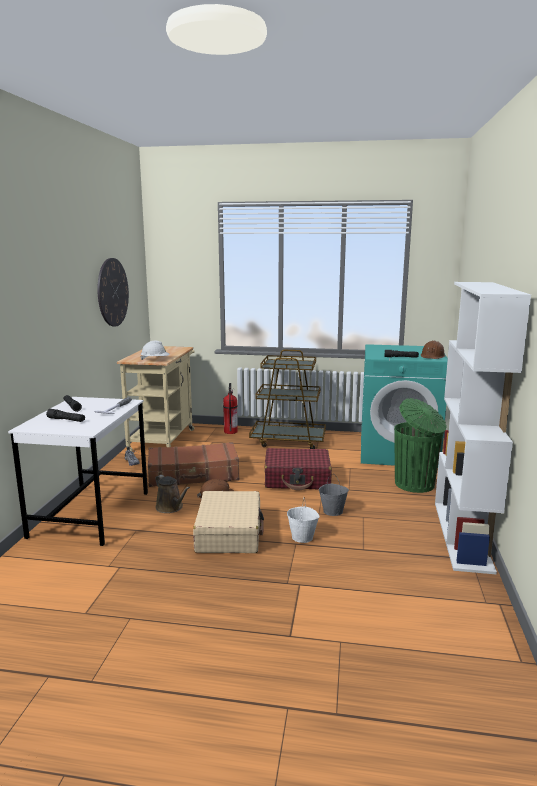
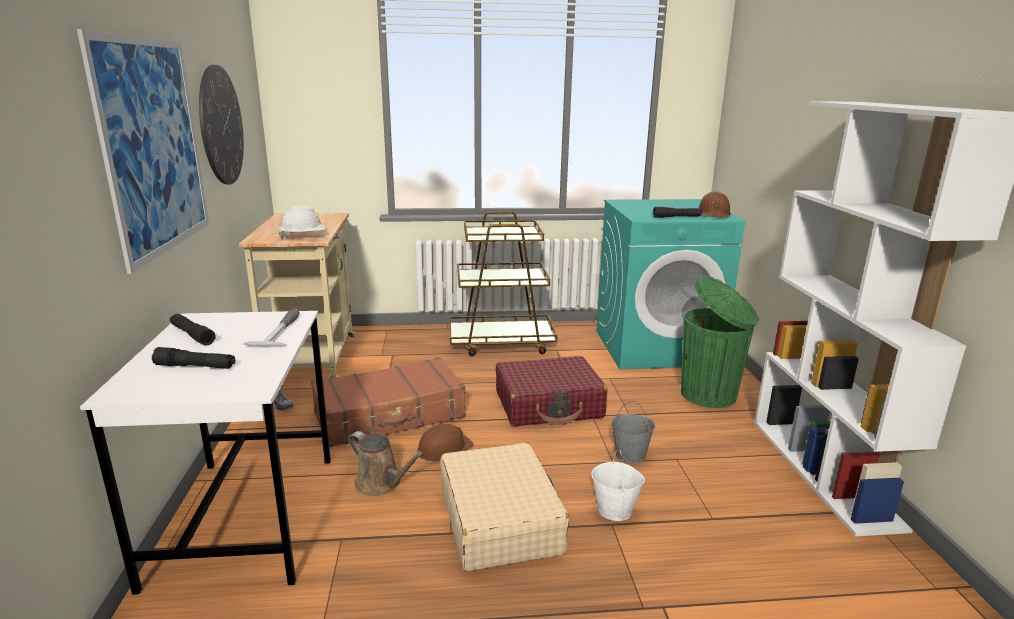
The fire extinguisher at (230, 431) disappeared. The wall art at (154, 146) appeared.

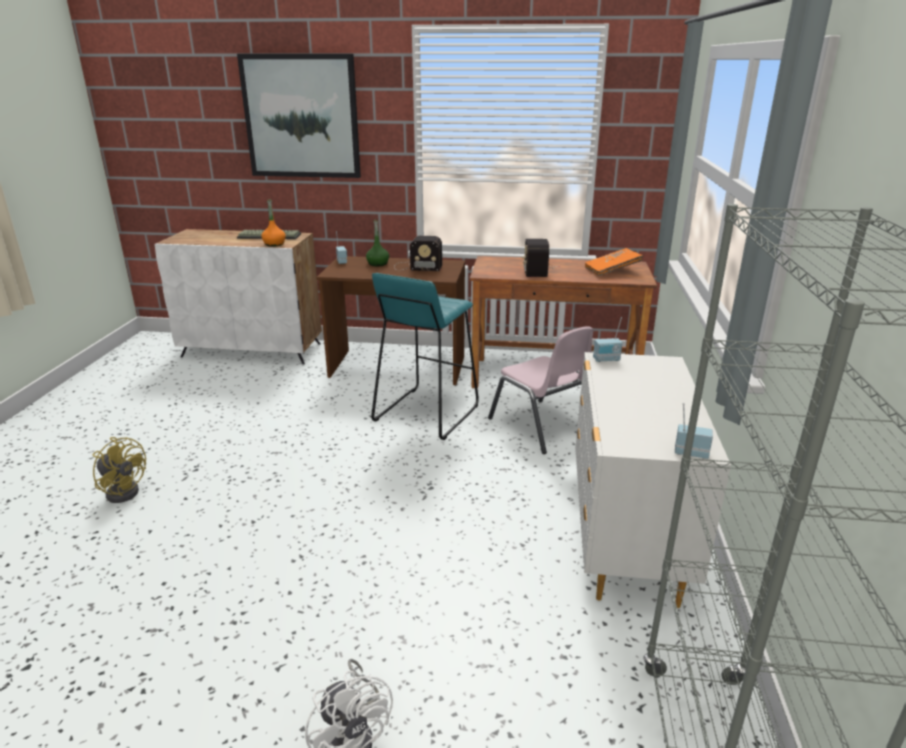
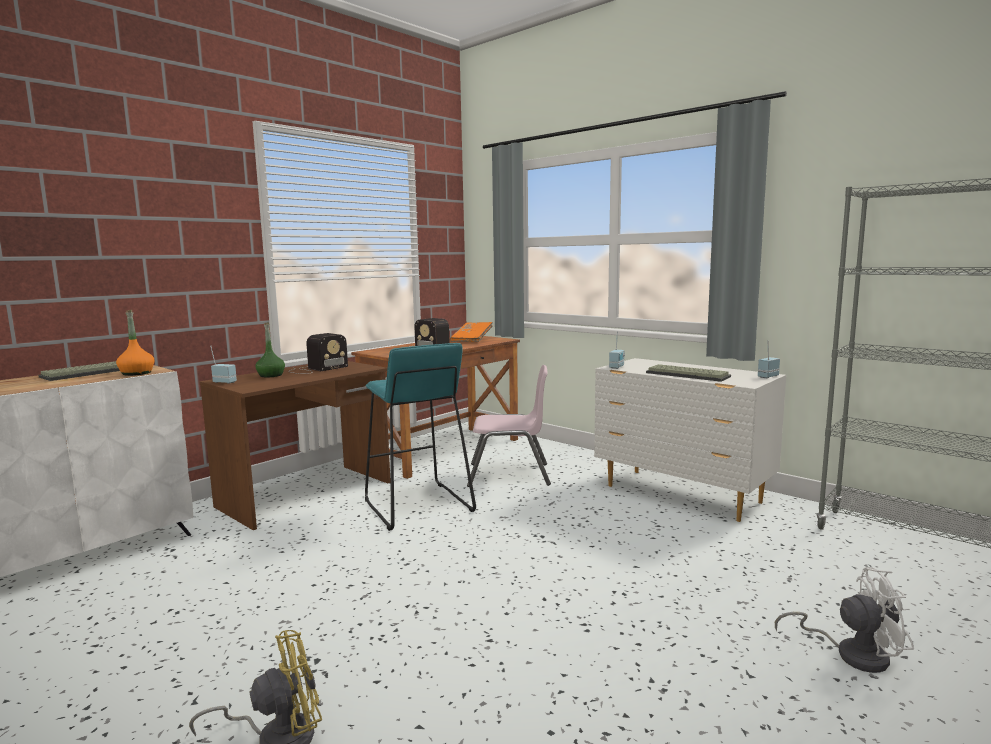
The wall art at (301, 117) disappeared. The PC keyboard at (688, 374) appeared.

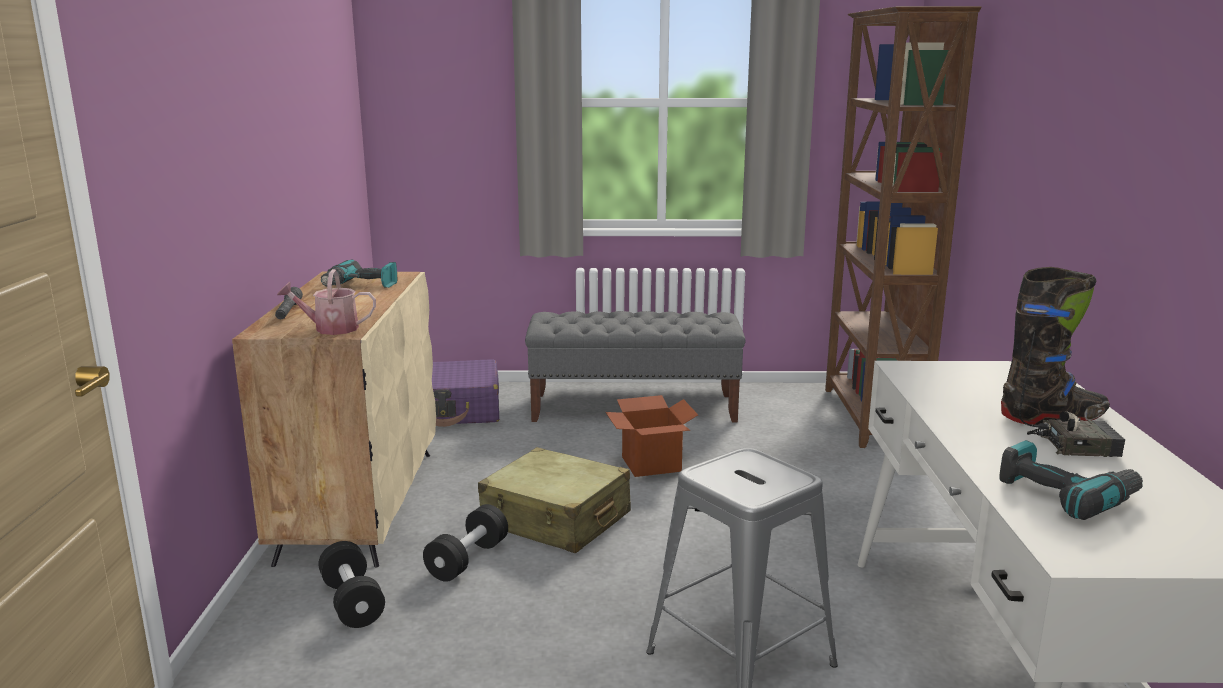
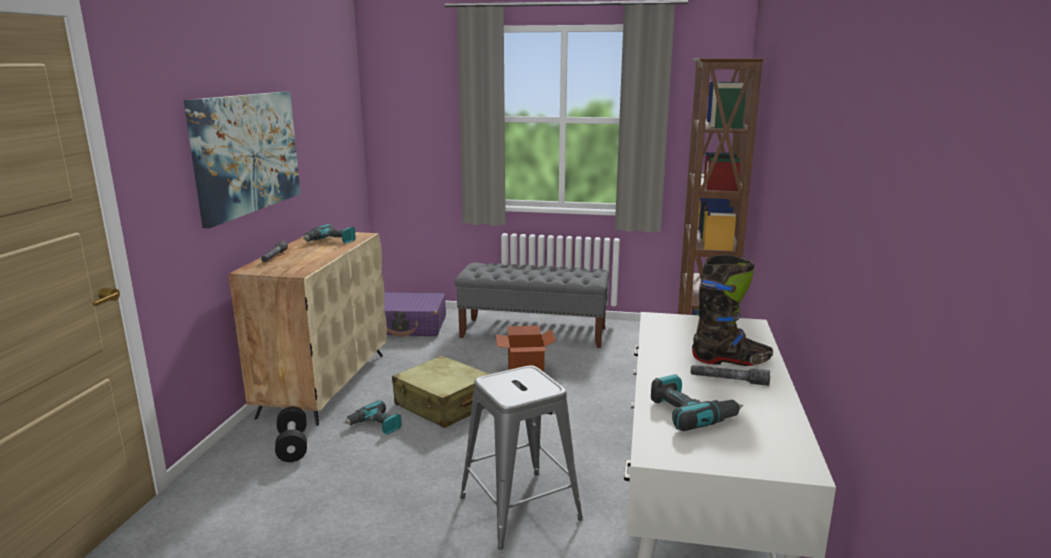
The sprinkling can at (330, 329) disappeared. The radio receiver at (1074, 445) was replaced by the torch (gray) at (728, 380). The dumbbell (black-coloured) at (467, 560) was replaced by the power drill at (375, 426). The wall art at (247, 153) appeared.

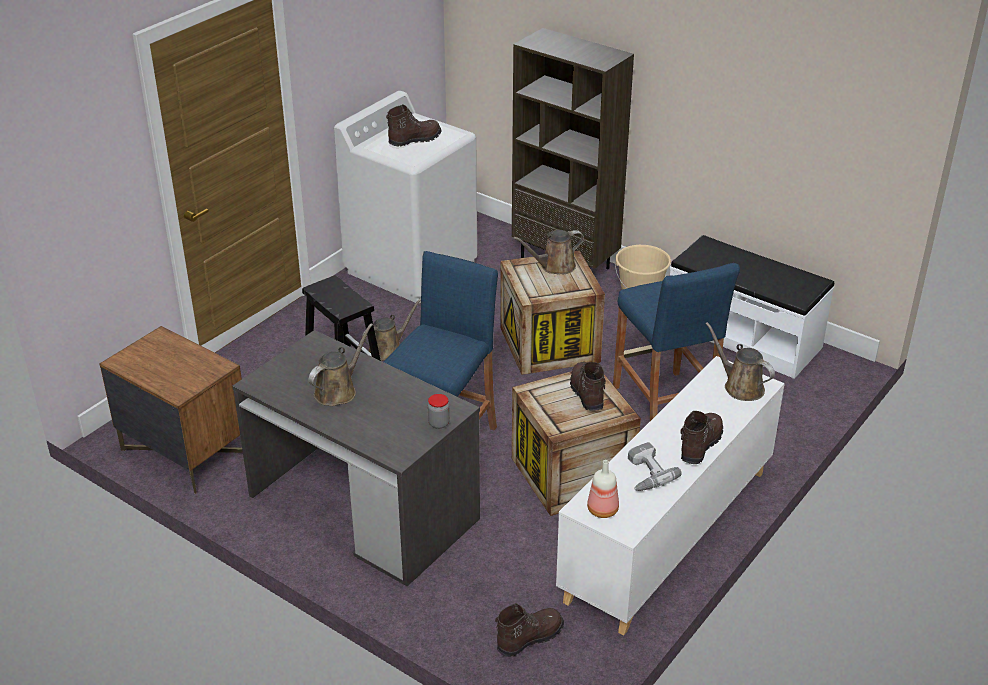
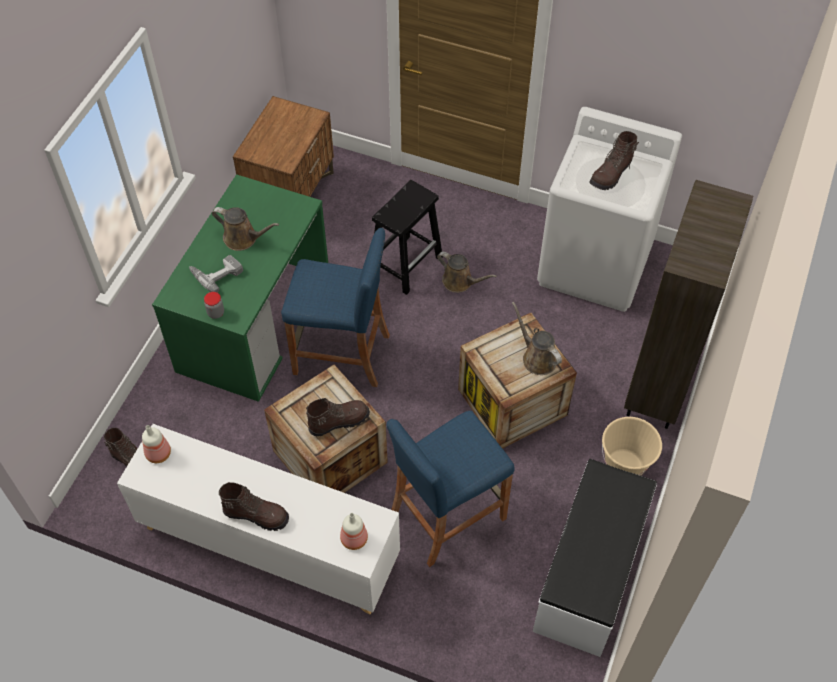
The boot (brown) at (414, 140) turned 90 degrees clockwise. The sprinkling can (brown) at (740, 386) was replaced by the bottle at (353, 539). The desk table (gray) at (362, 508) became the desk table (green) at (253, 321). The power drill moved from (645, 474) to (216, 273).

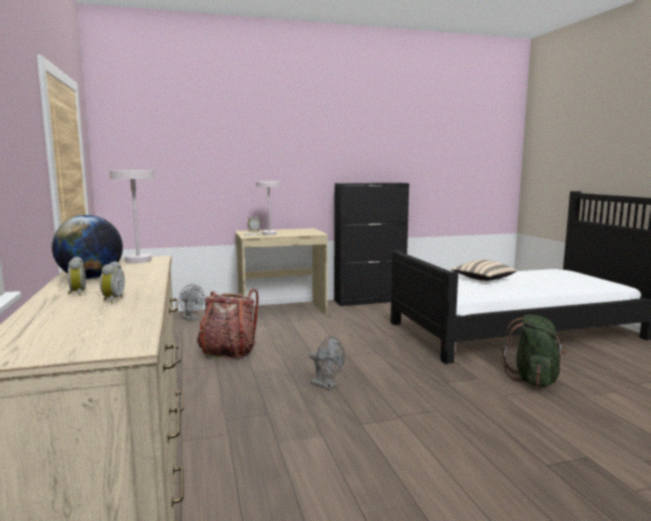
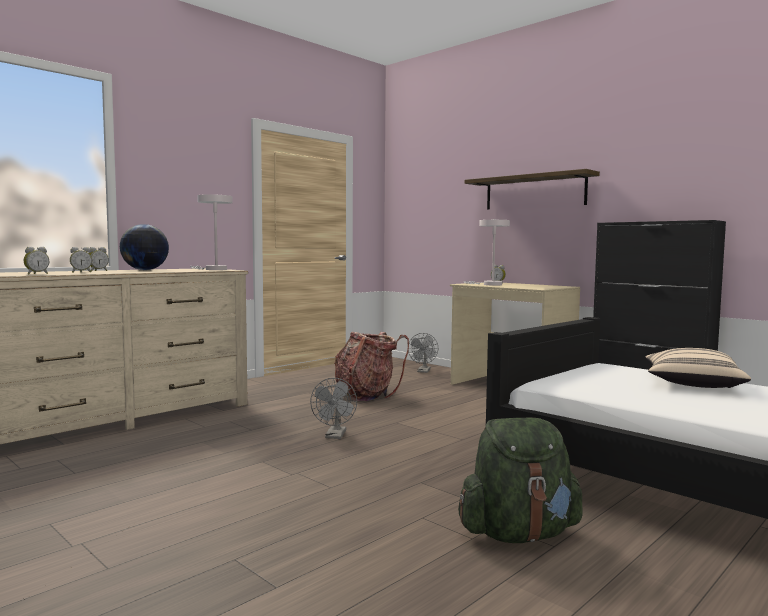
The bracket shelf at (534, 192) appeared. The alarm clock at (36, 274) appeared.

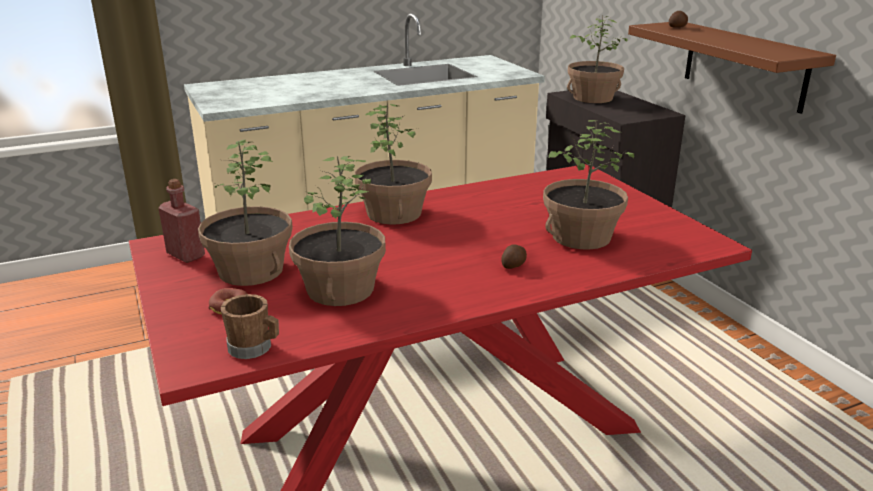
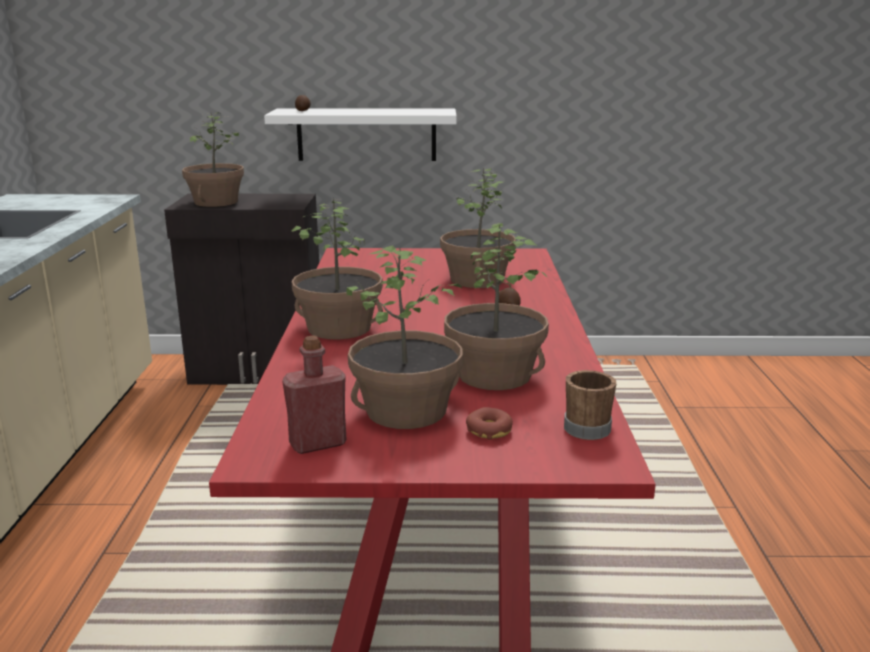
The bracket shelf (brown) at (744, 65) became the bracket shelf (white) at (366, 134).

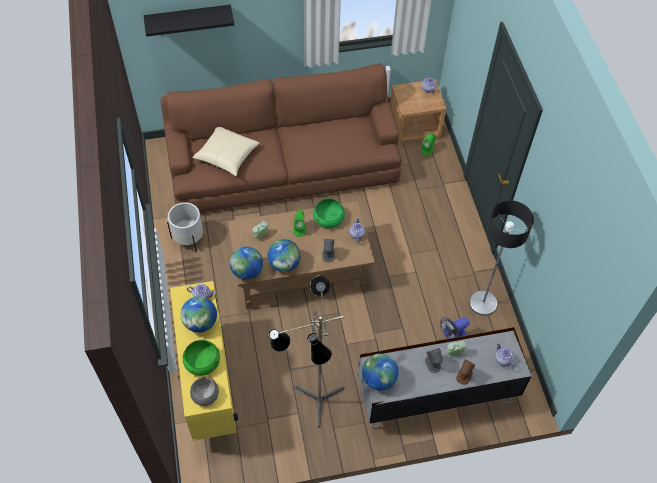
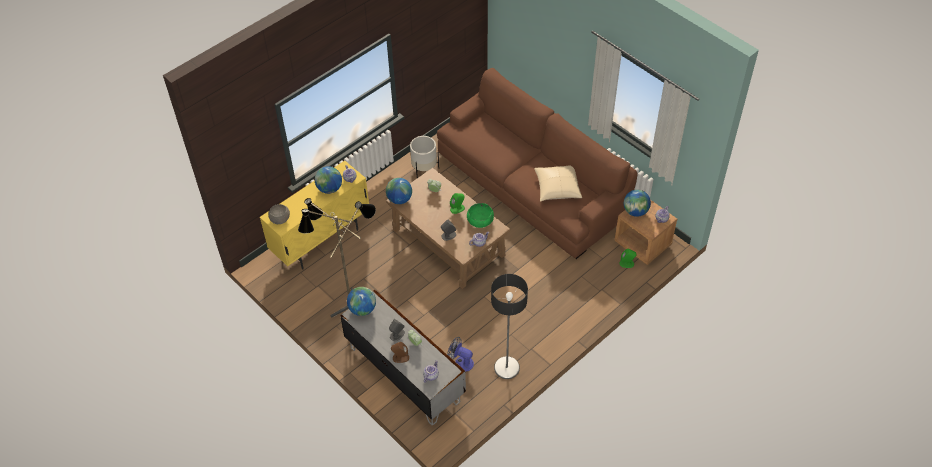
The bracket shelf (black-coloured) at (188, 19) disappeared. The cushion (beige-coloured) moved from (227, 155) to (557, 188). The globe moved from (284, 264) to (635, 211). The serving bowl (green) at (202, 361) disappeared.

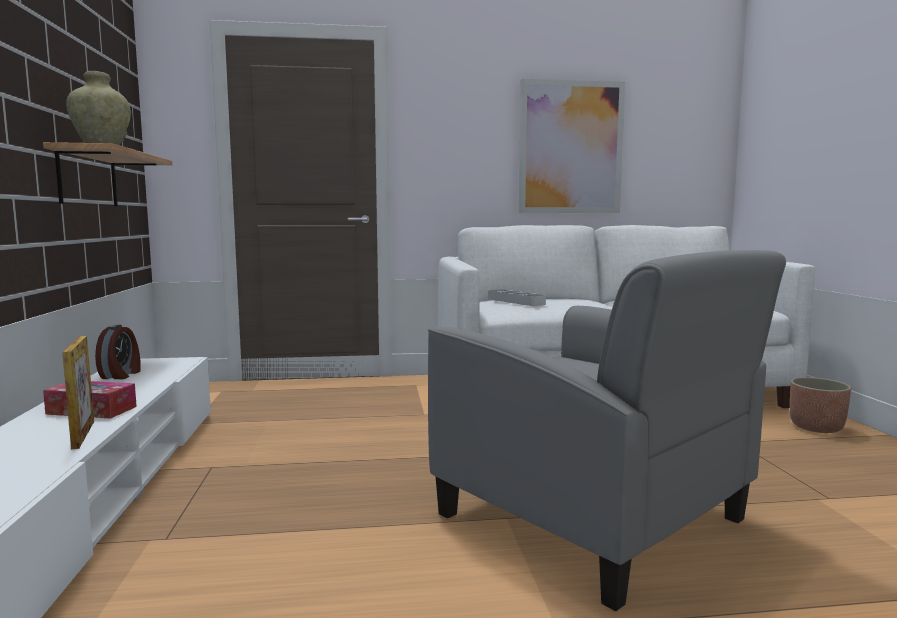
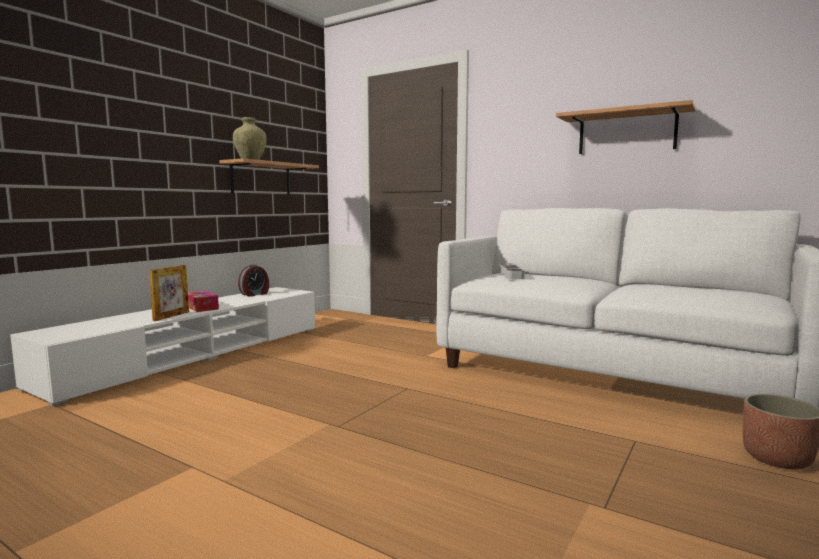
The wall art at (570, 148) was replaced by the bracket shelf at (626, 132). The easy chair (gray) at (594, 518) disappeared.

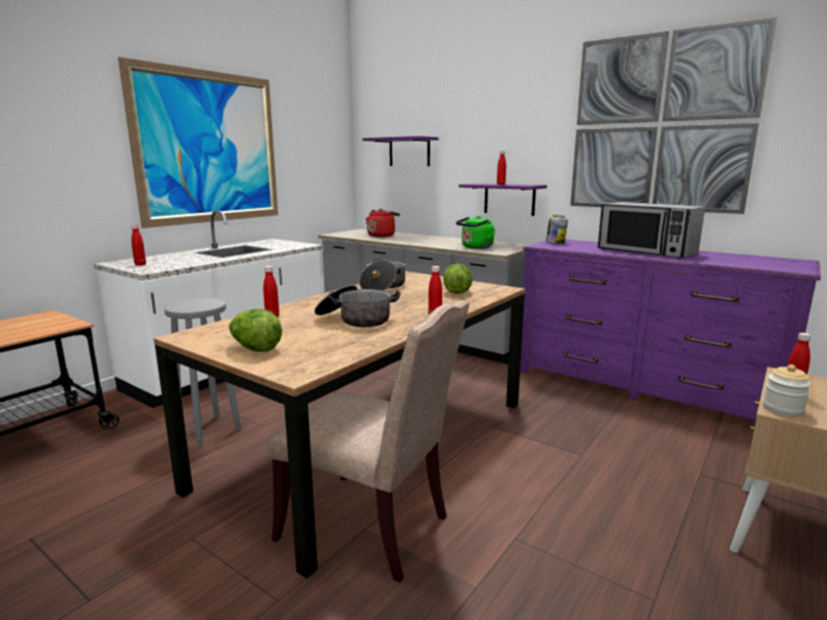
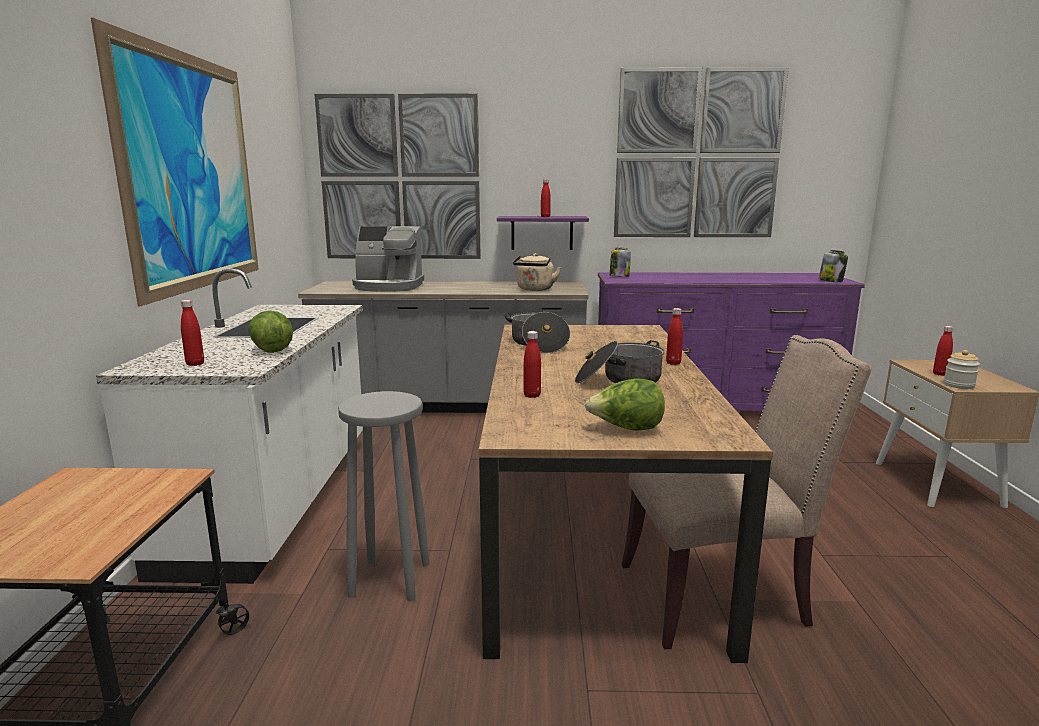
The bracket shelf (purple-coloured) at (409, 152) was replaced by the wall art at (400, 178). The kitchen microwave at (646, 251) disappeared. The kettle (reddish) at (382, 236) was replaced by the coffee brewer at (388, 287). The kettle (green) at (475, 247) became the kettle (beige-coloured) at (534, 289). The lettuce head moved from (457, 292) to (272, 350). The preserve jar at (831, 281) appeared.

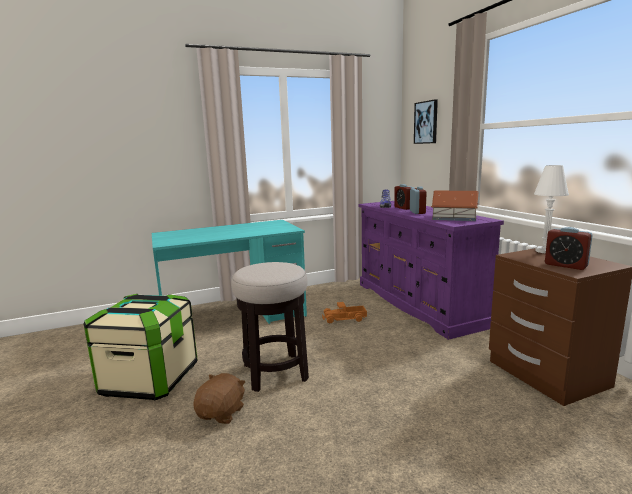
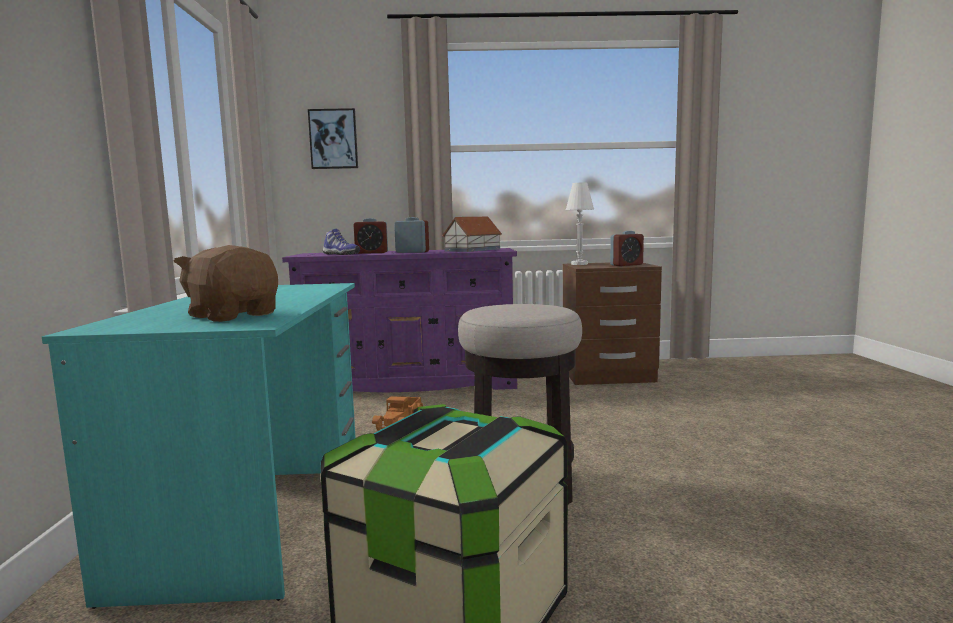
The plush toy (brown) moved from (222, 413) to (233, 315).

